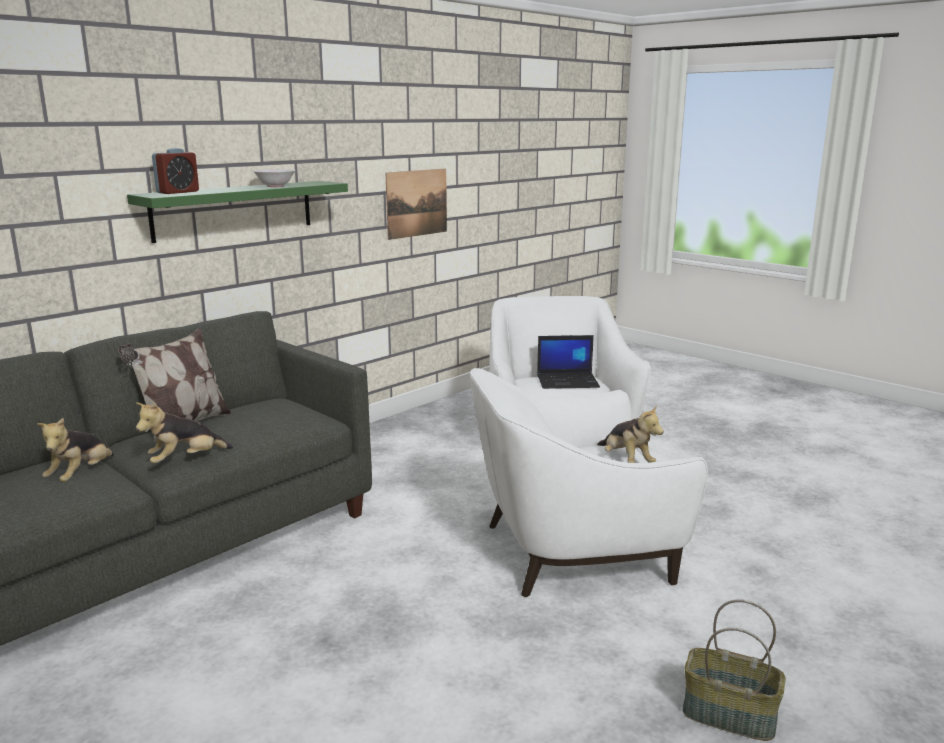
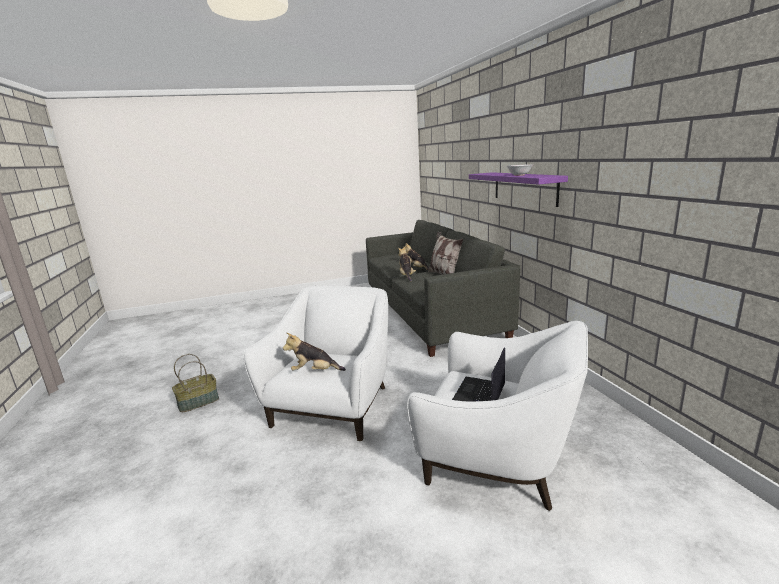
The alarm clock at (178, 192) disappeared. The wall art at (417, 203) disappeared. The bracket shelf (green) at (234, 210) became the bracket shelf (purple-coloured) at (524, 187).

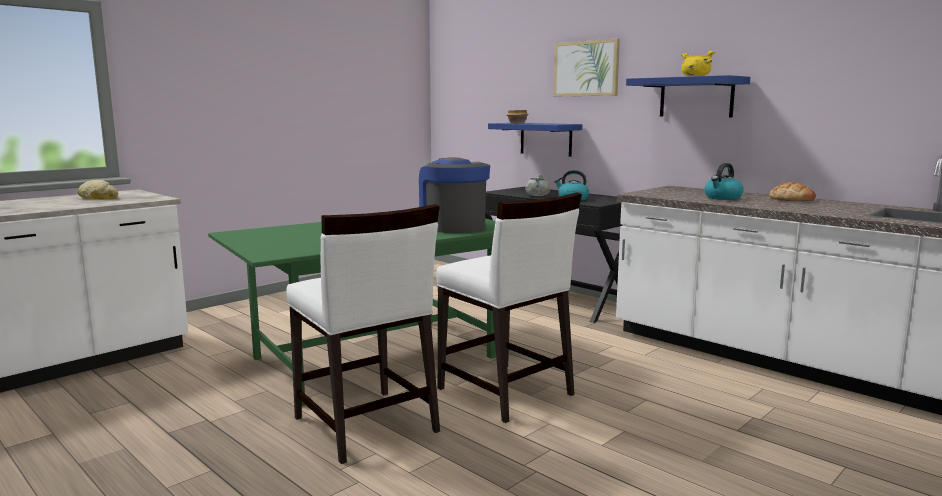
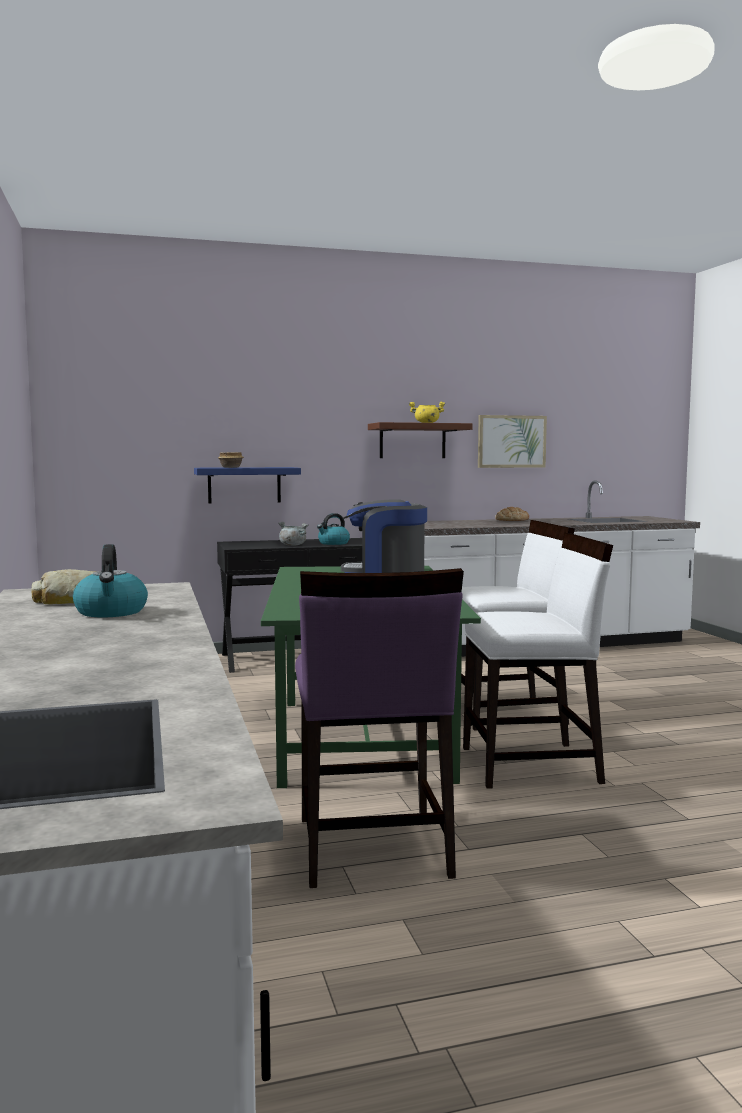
The wall art moved from (586, 68) to (511, 441). The bracket shelf (blue-coloured) at (696, 97) became the bracket shelf (brown) at (412, 441). The kettle moved from (722, 198) to (111, 612). The chair (purple-coloured) at (371, 847) appeared.

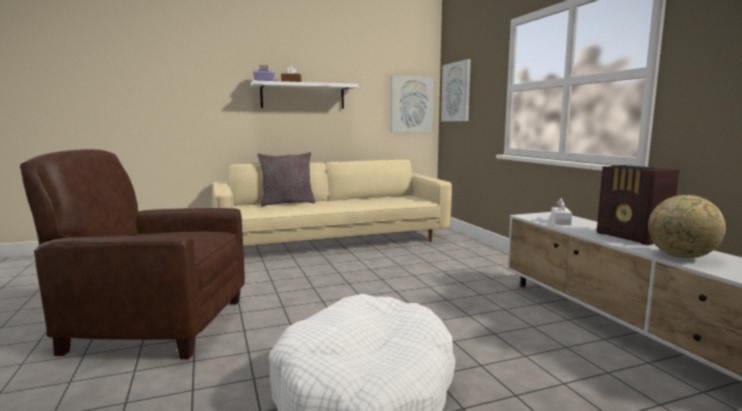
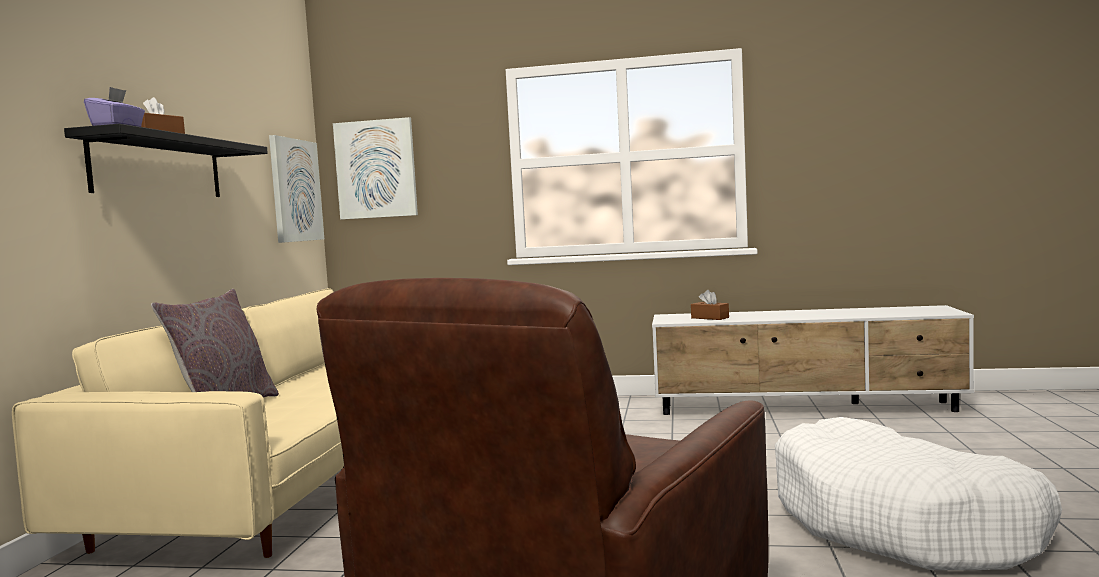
The bracket shelf (white) at (303, 96) became the bracket shelf (black-coloured) at (158, 168). The radio receiver at (632, 237) disappeared. The globe at (681, 257) disappeared. The box of tissues (white) at (560, 222) became the box of tissues (brown) at (710, 318).

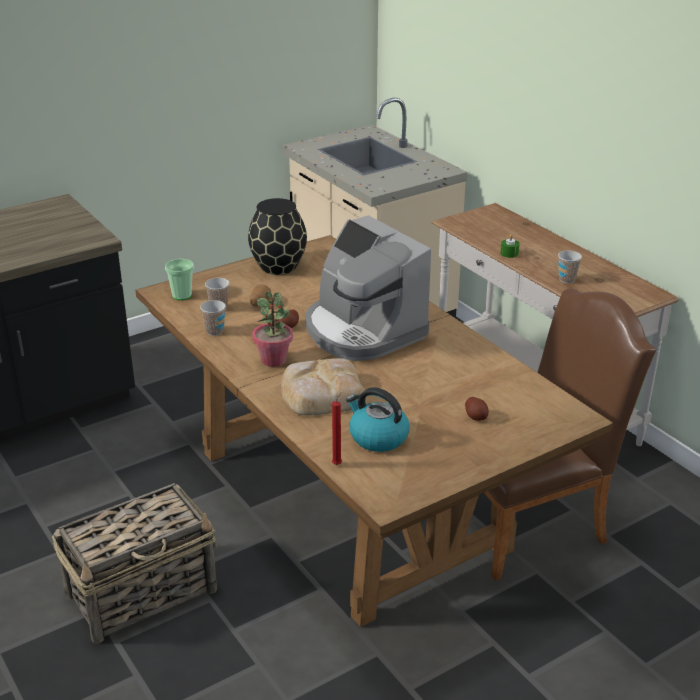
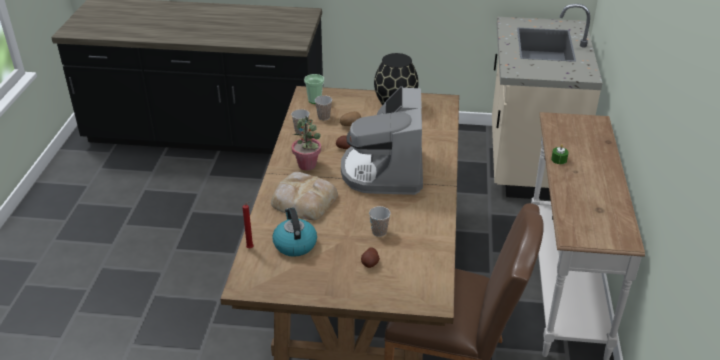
The drinking cup moved from (567, 280) to (379, 232). The household basket at (143, 592) disappeared.

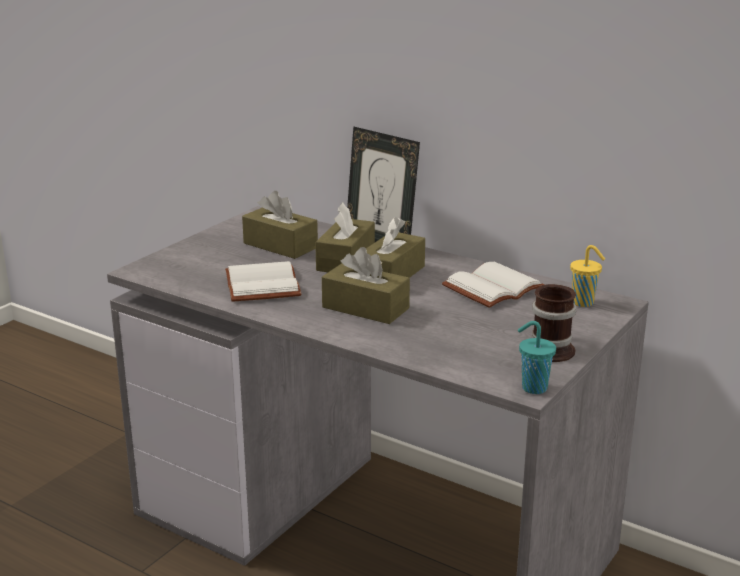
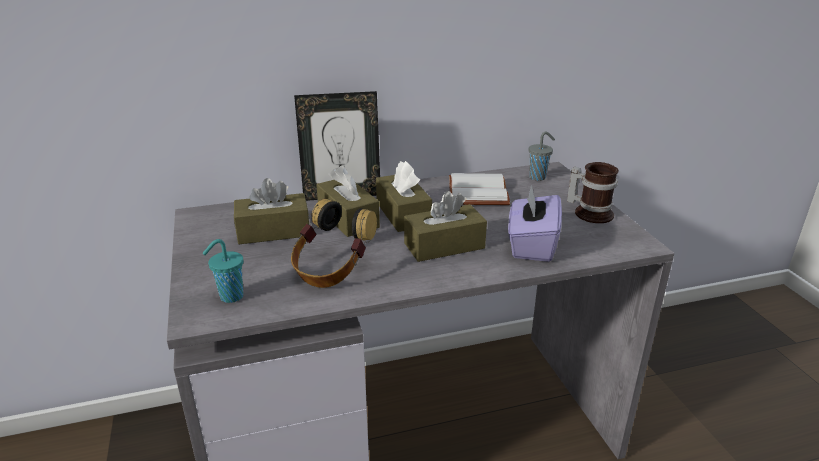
The drinking cup (yellowish) at (584, 303) became the drinking cup (gray) at (538, 177). The bound book (white) at (259, 284) was replaced by the pair of headphones at (332, 270). The drinking cup (blue-green) moved from (532, 388) to (230, 297). The box of tissues (purple-coloured) at (531, 245) appeared.

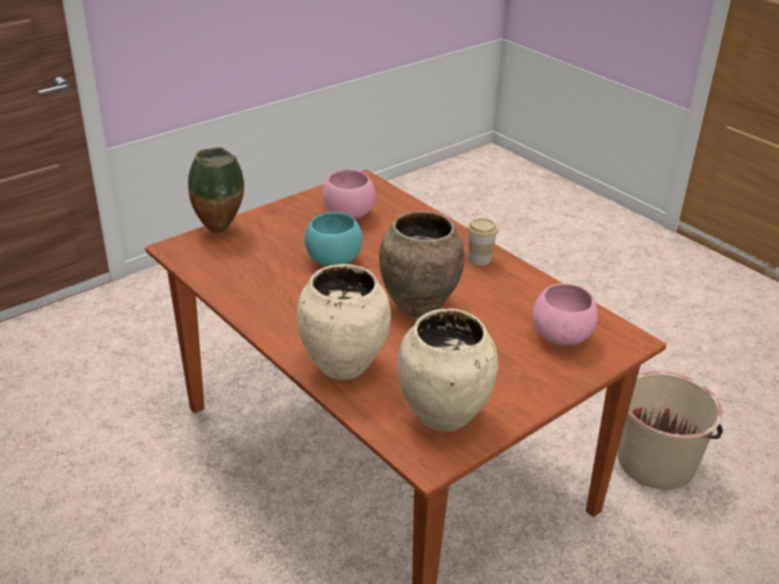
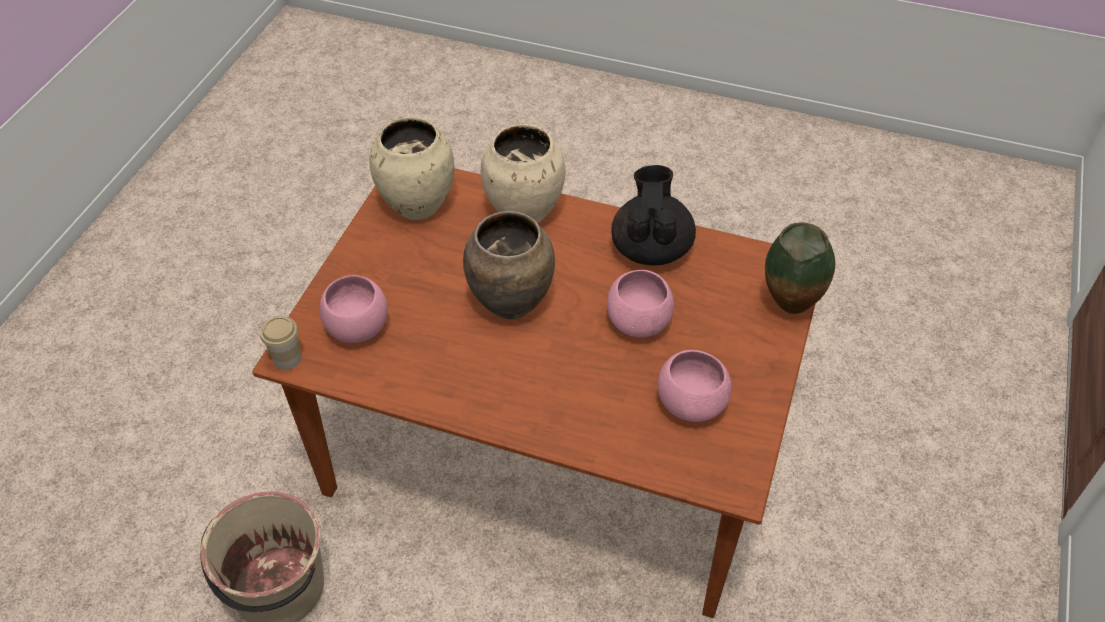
The serving bowl (blue-green) at (332, 261) became the serving bowl (pink-coloured) at (639, 322). The drinking cup moved from (479, 259) to (287, 359). The teapot (black-coloured) at (651, 248) appeared.

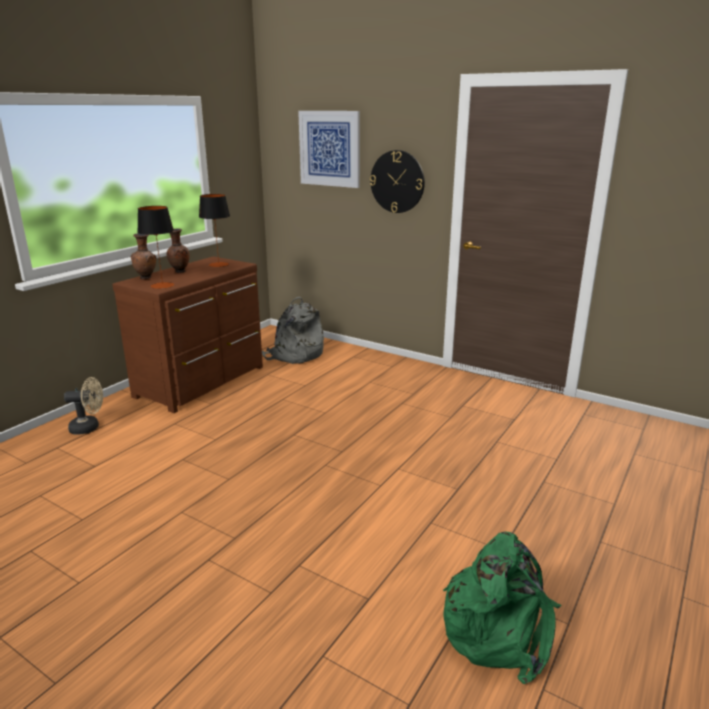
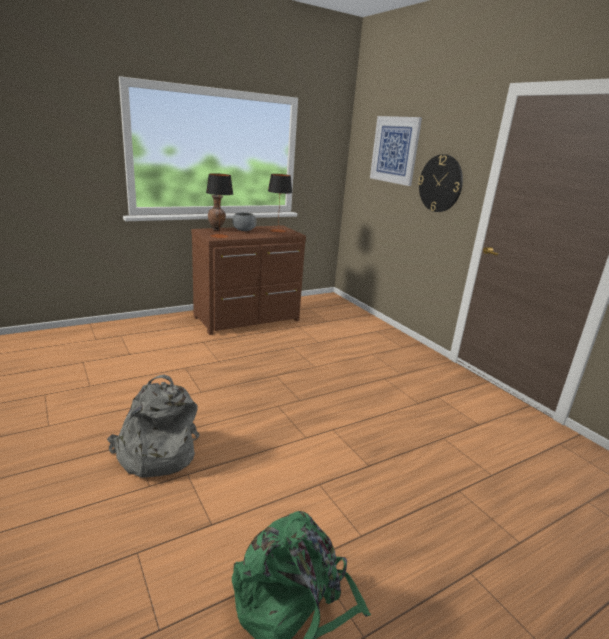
The flower vase (brown) at (179, 272) was replaced by the serving bowl (gray) at (244, 230). The rucksack (gray) moved from (295, 355) to (155, 453). The electric fan (beige-coloured) at (89, 427) disappeared.

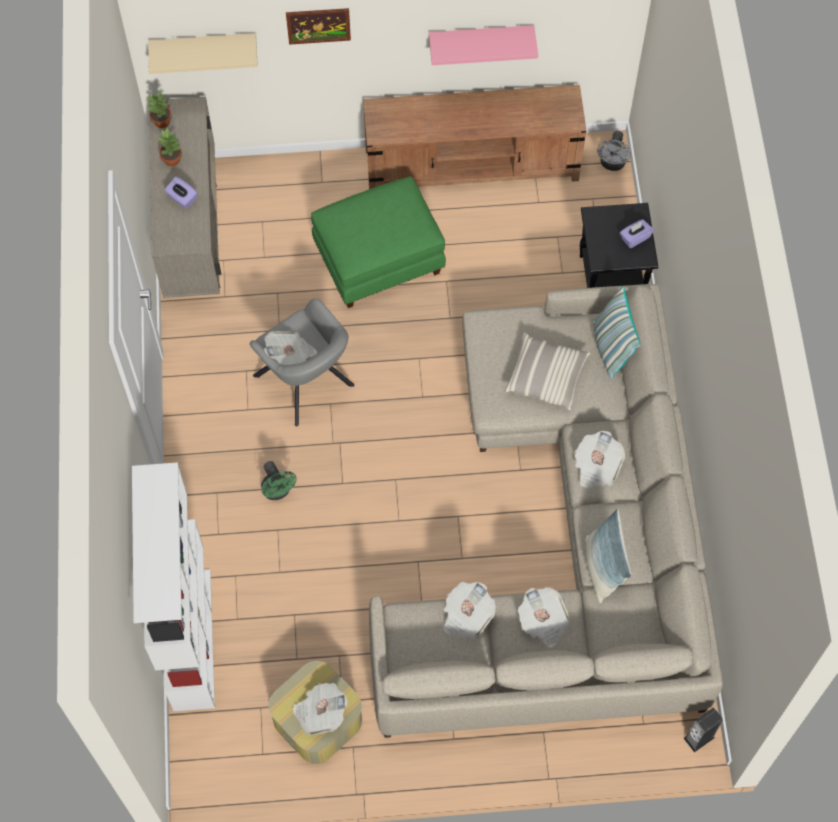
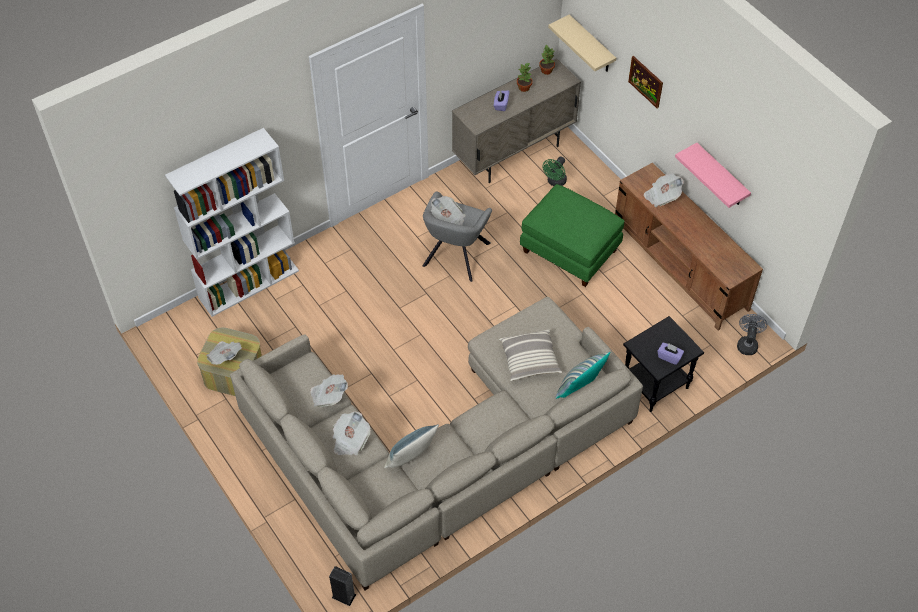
The electric fan (gray) at (612, 164) turned 120 degrees clockwise. The daily paper moved from (596, 466) to (662, 196). The electric fan (green) moved from (278, 491) to (555, 182).

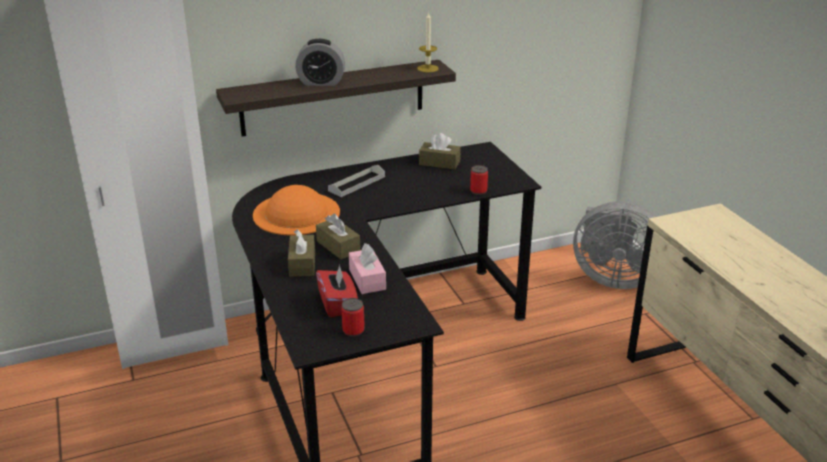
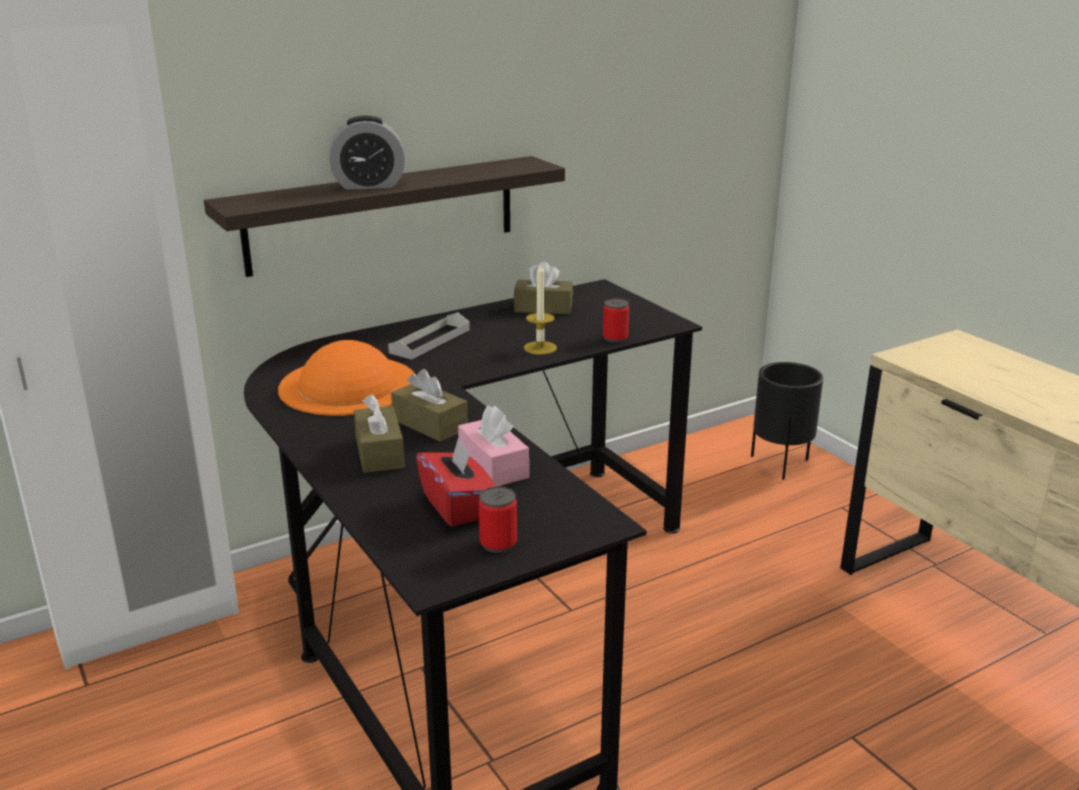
The candle moved from (428, 68) to (540, 348). The electric fan (gray) at (613, 278) was replaced by the planter (black-coloured) at (781, 465).

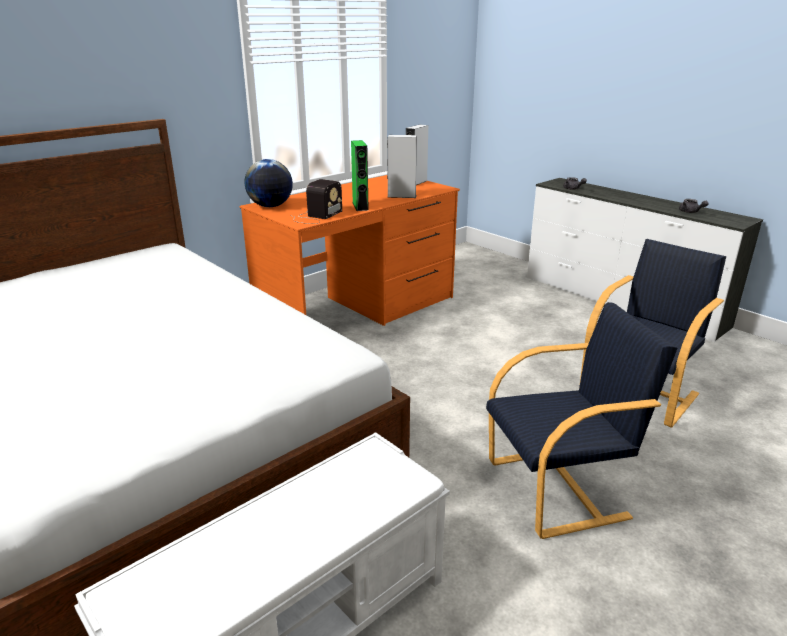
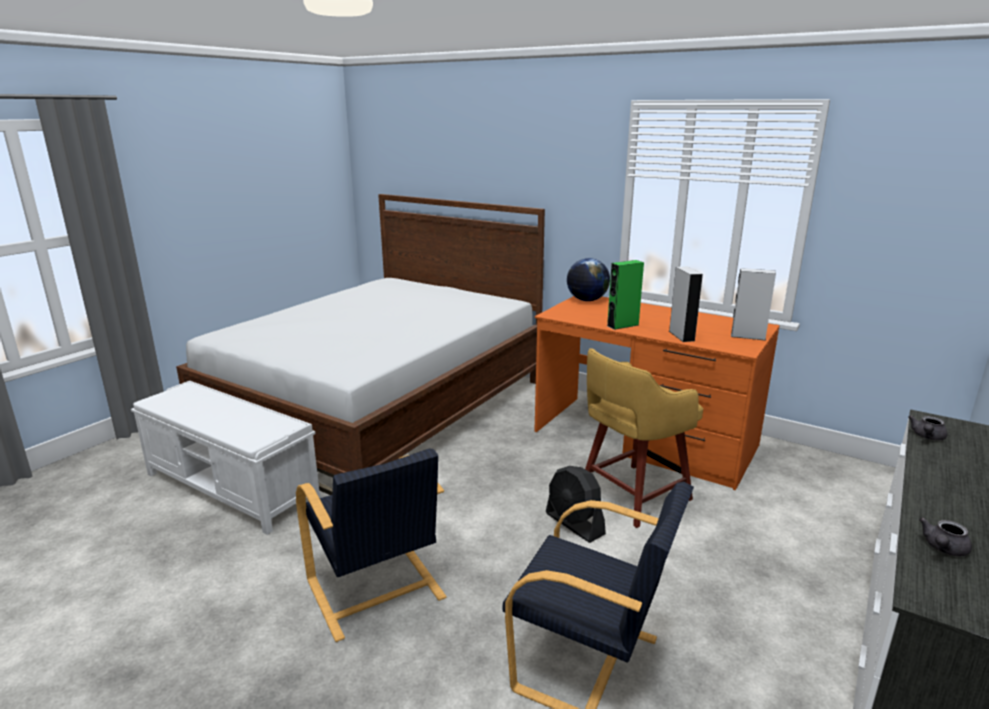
The radio receiver at (316, 216) disappeared. The stool (yellowish) at (631, 495) appeared. The electric fan (black-coloured) at (574, 524) appeared.

